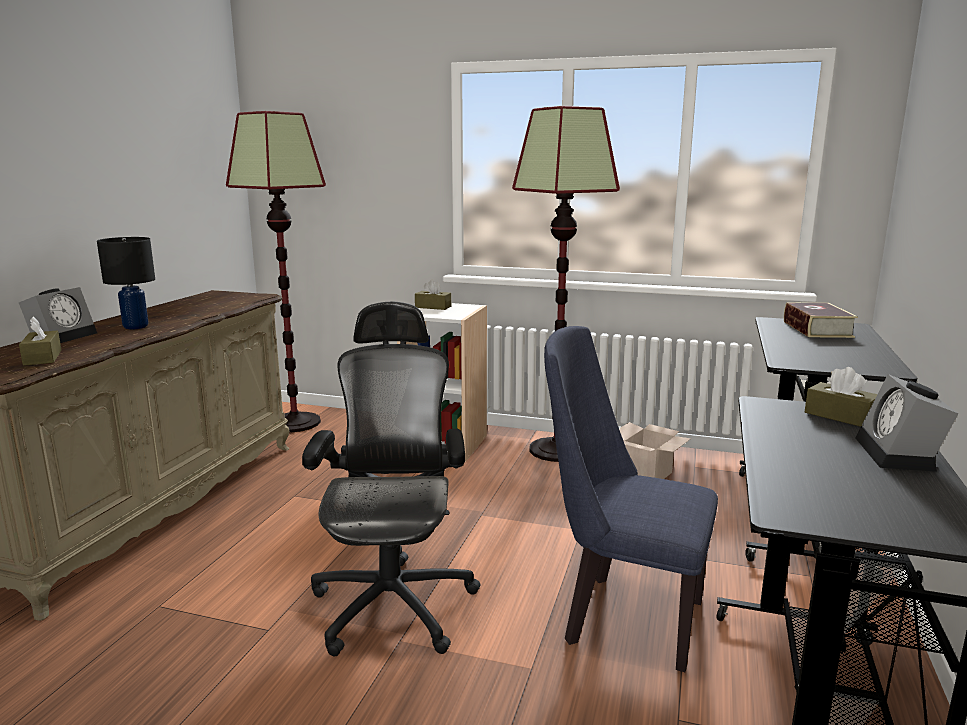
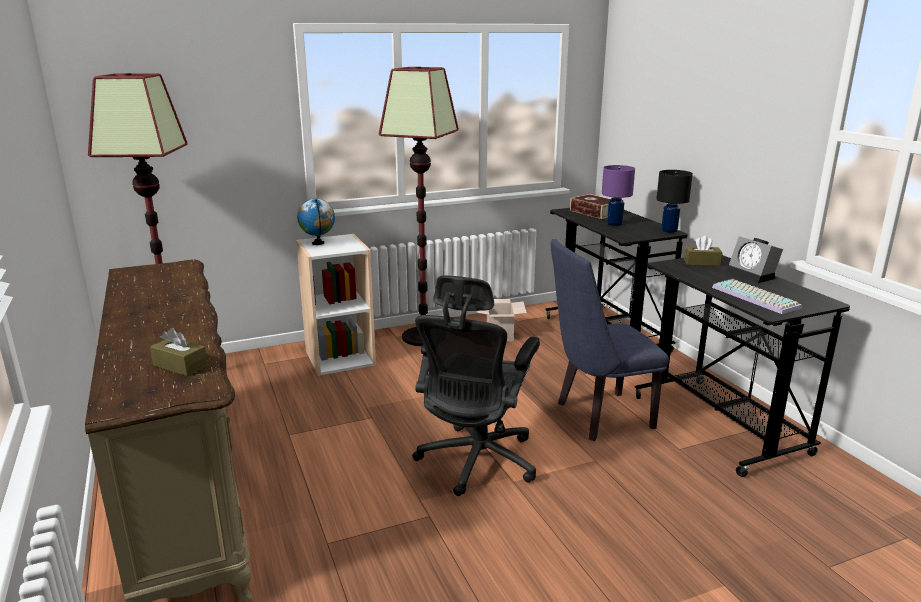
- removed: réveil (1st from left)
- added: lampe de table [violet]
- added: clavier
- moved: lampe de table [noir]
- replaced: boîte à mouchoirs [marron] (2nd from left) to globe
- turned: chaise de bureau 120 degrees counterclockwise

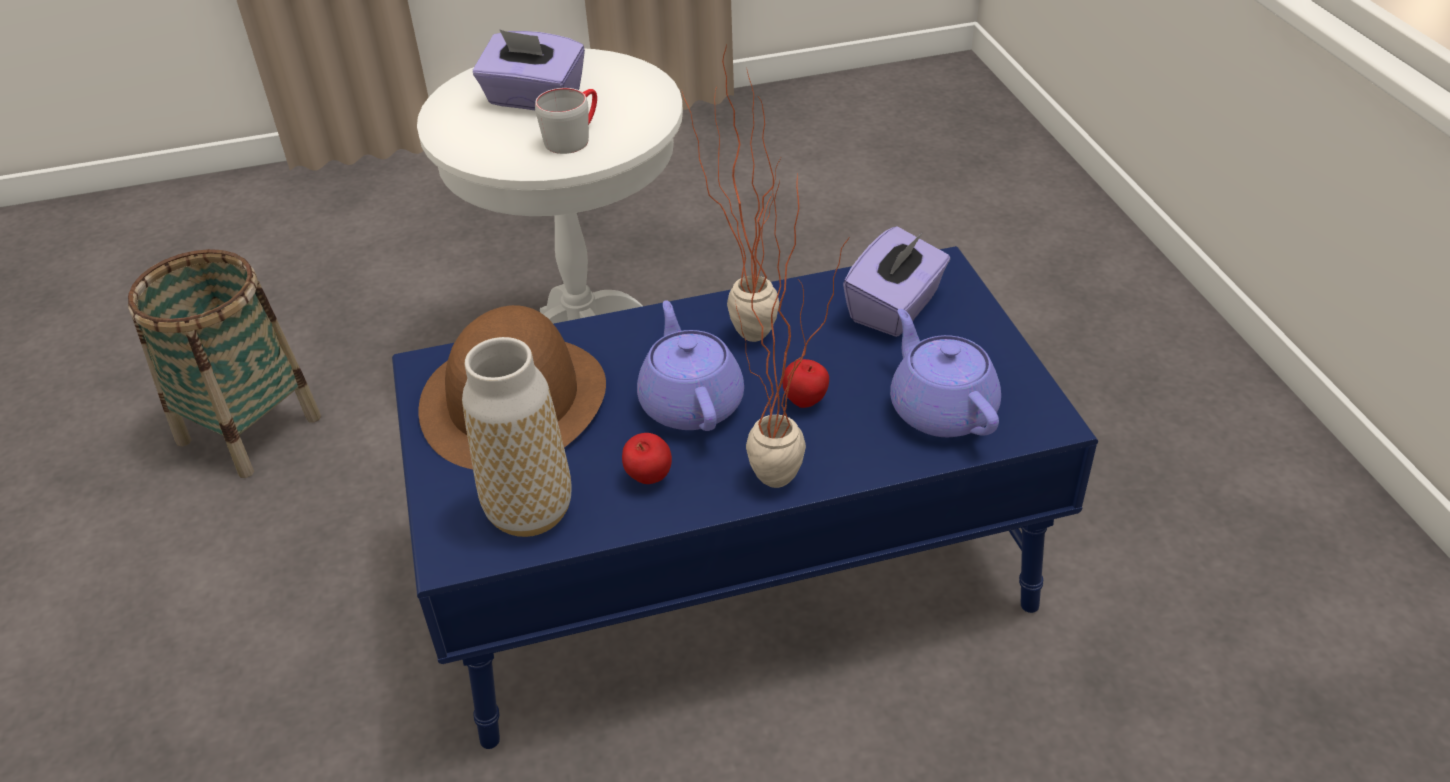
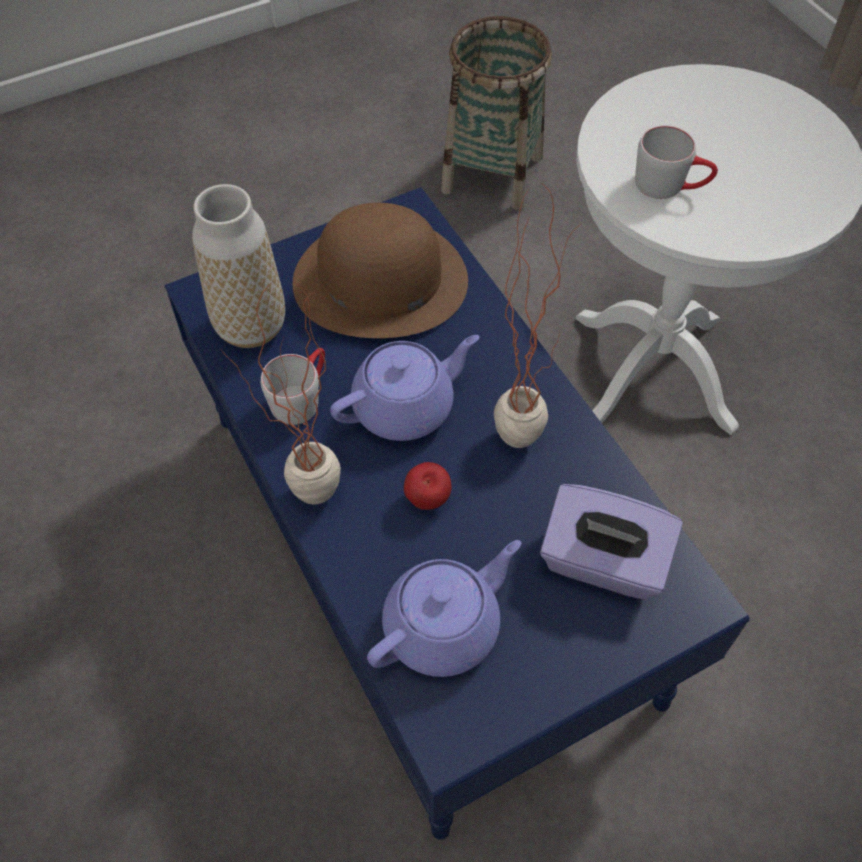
- removed: boîte à mouchoirs [violet] (1st from left)
- replaced: pomme (1st from left) to mug [gris] (1st from left)

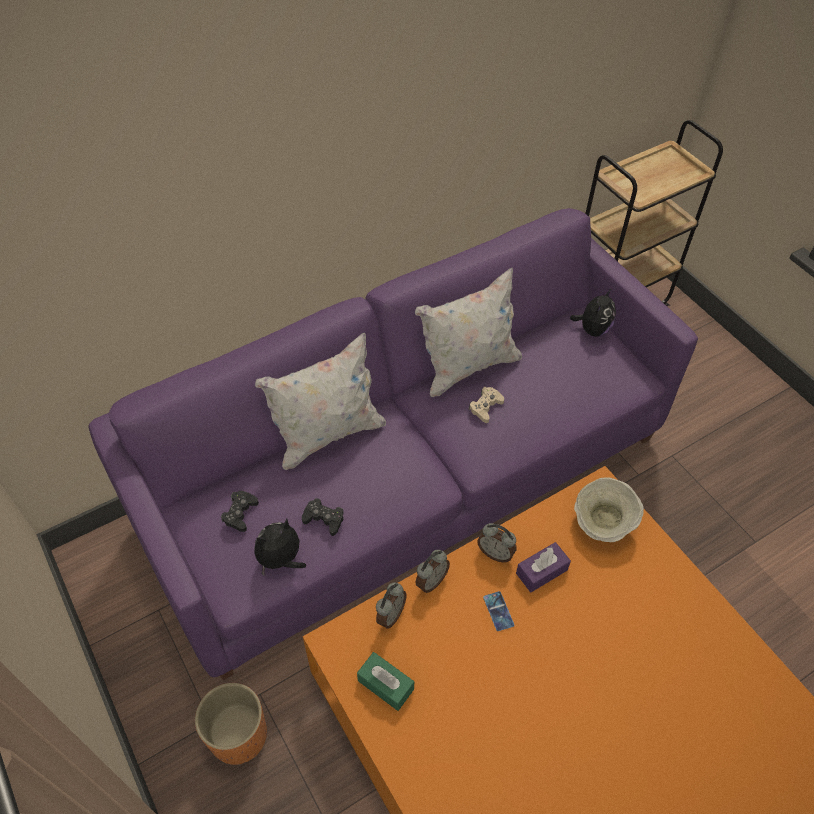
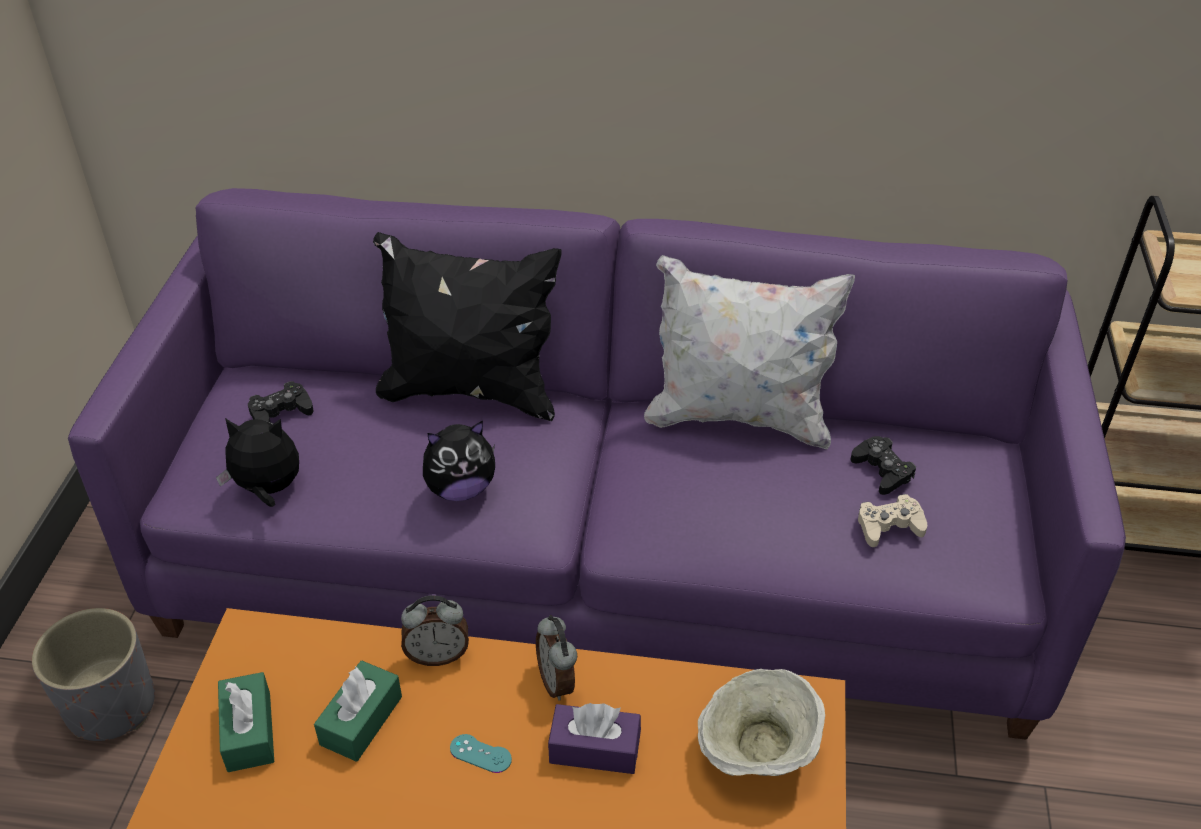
- removed: réveil (1st from left)
- added: boîte à mouchoirs [vert] (2nd from left)
- moved: manette [noir] (2nd from left)
- moved: manette [beige]
- moved: peluche (2nd from left)
- replaced: téléphone to manette [turquoise]
- recoloured: cache-pot [orange] to cache-pot [gris]
- recoloured: coussin [blanc] (1st from left) to coussin [noir]

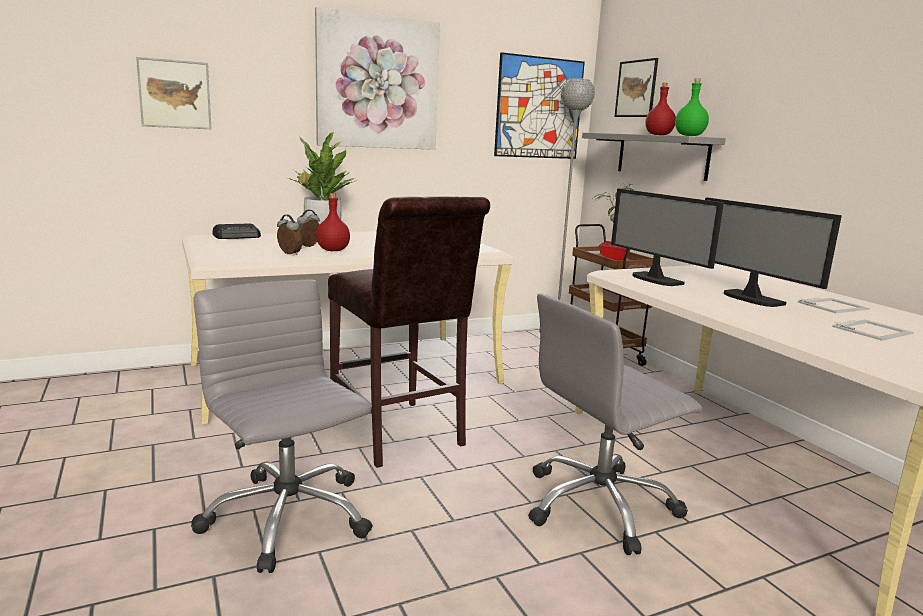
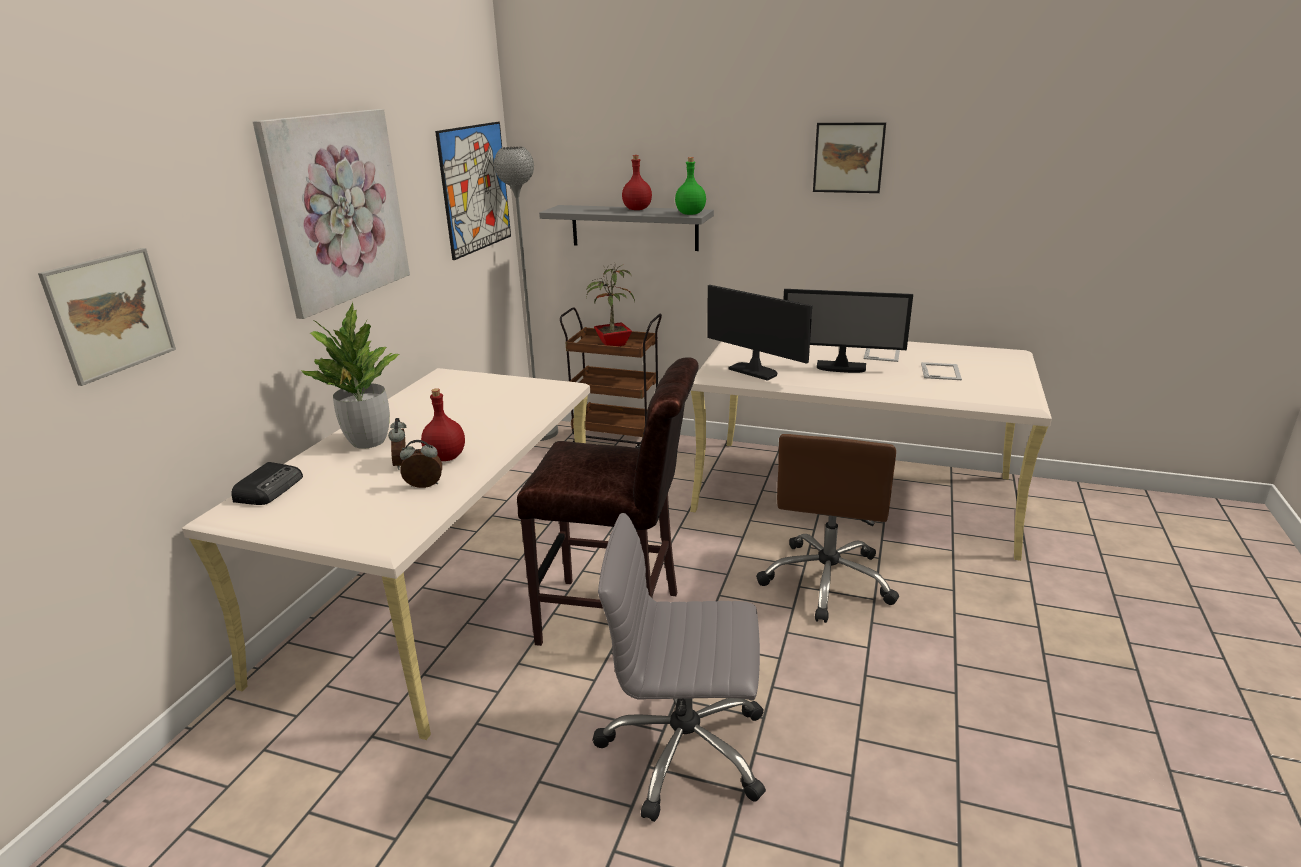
- moved: tableau (4th from left)
- recoloured: chaise de bureau [gris] (2nd from left) to chaise de bureau [marron]
- turned: écran d'ordinateur (1st from left) 150 degrees counterclockwise

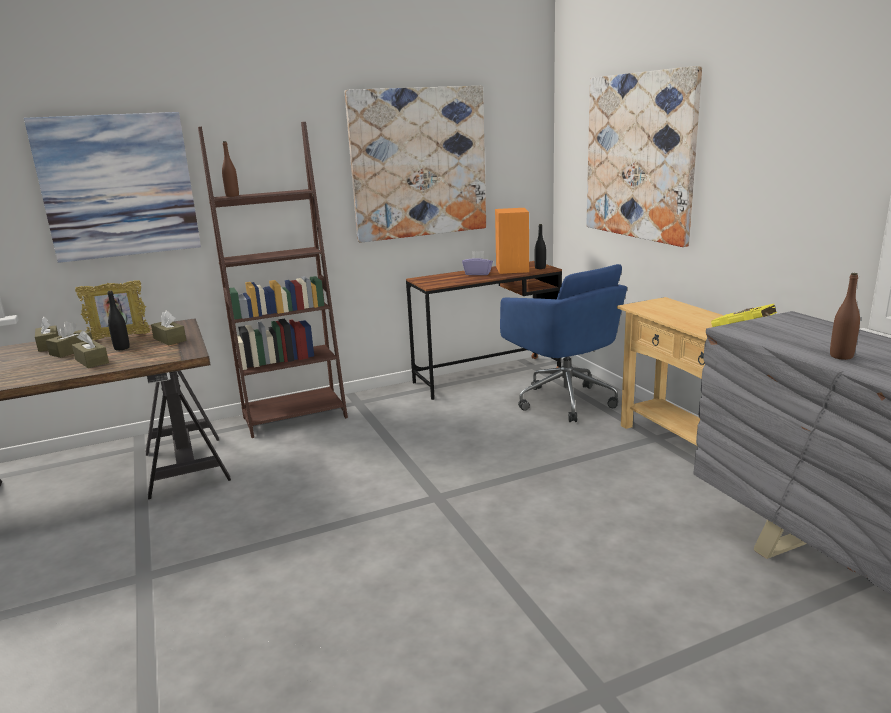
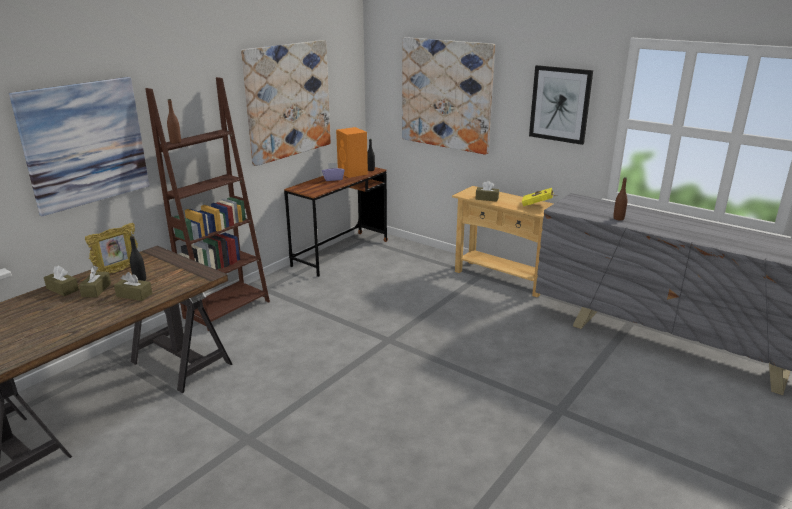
- removed: chaise de bureau [bleu]
- added: tableau (4th from left)
- moved: boîte à mouchoirs [marron] (4th from left)

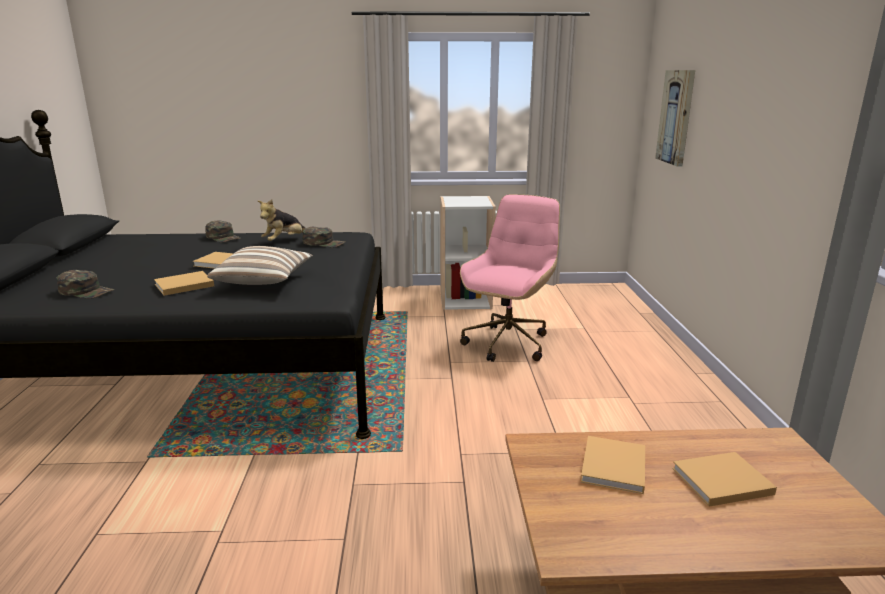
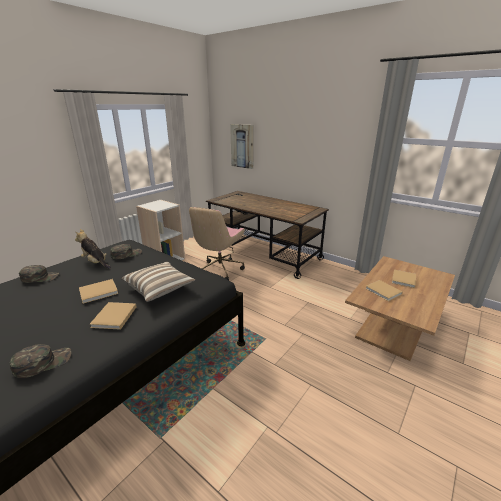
- added: bureau [marron]
- turned: peluche 135 degrees clockwise
- turned: chaise de bureau [rose] 135 degrees counterclockwise

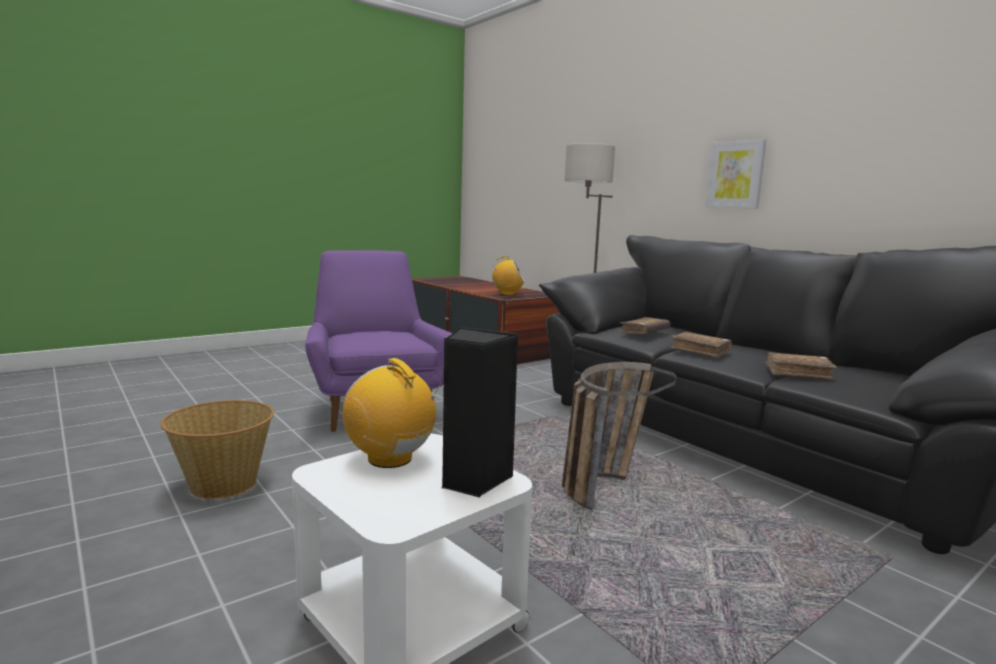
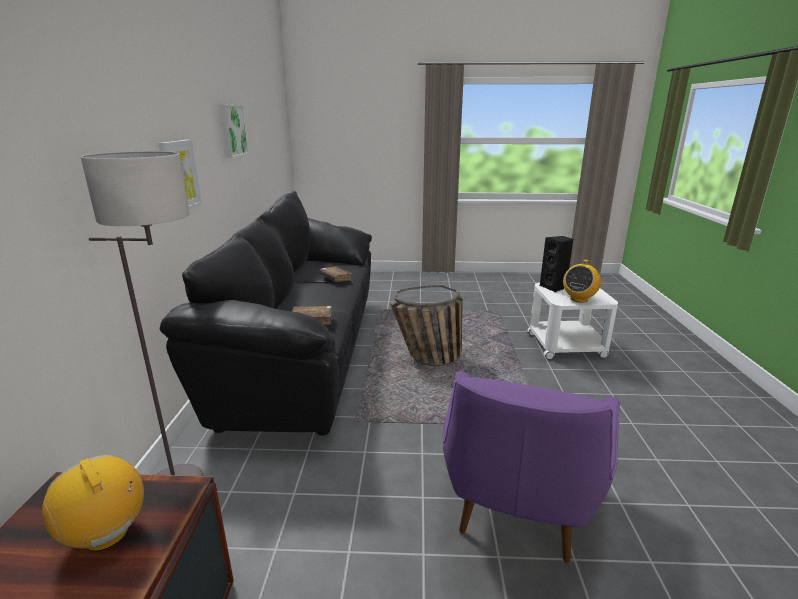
- removed: panier (1st from left)
- removed: livre [marron] (2nd from left)
- added: tableau (2nd from left)
- turned: radio (1st from left in the first image) 45 degrees clockwise

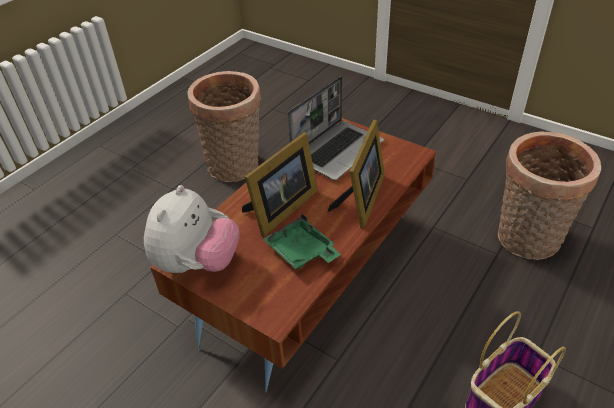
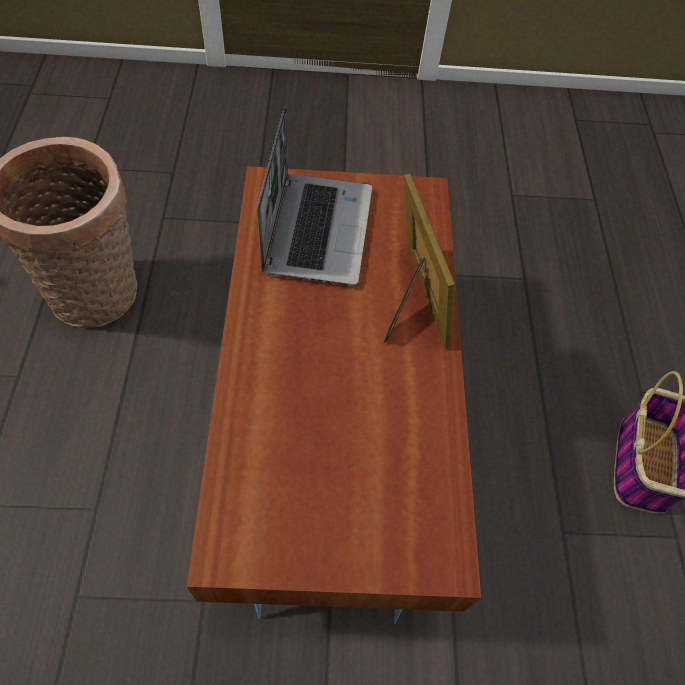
- removed: peluche
- removed: cadre photo (1st from left)
- removed: plateau [vert]
- removed: panier (3rd from left)

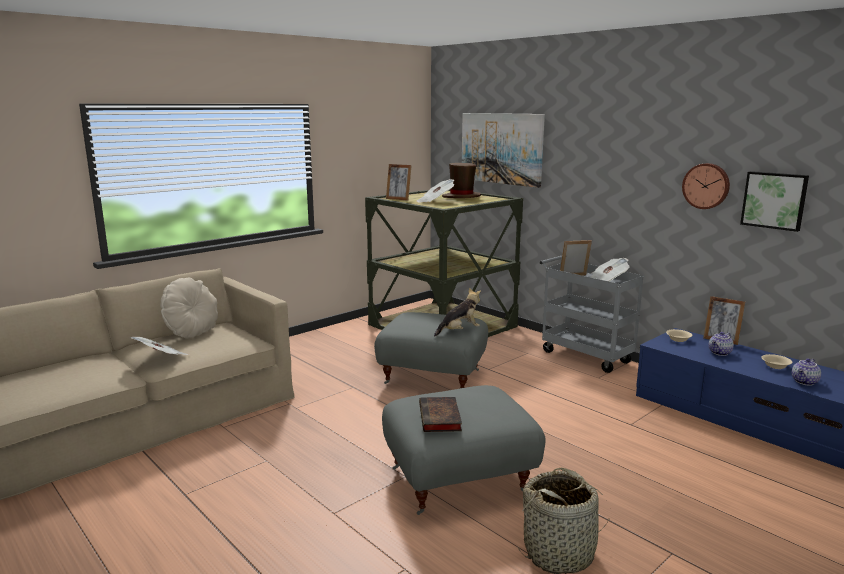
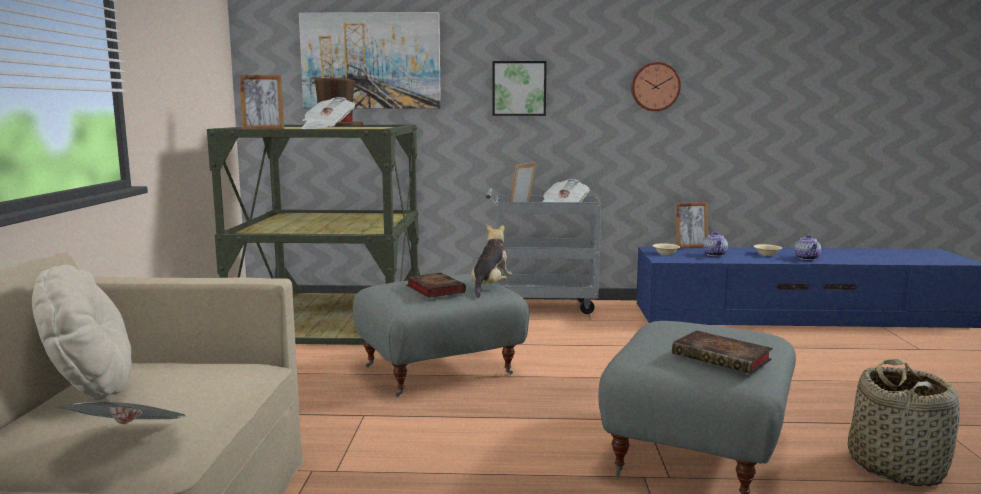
- added: livre (1st from left)
- moved: tableau (2nd from left)

